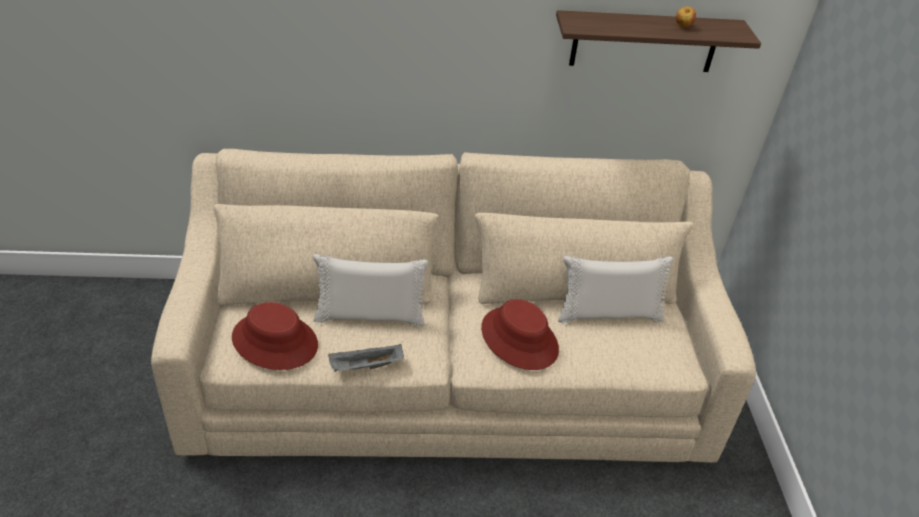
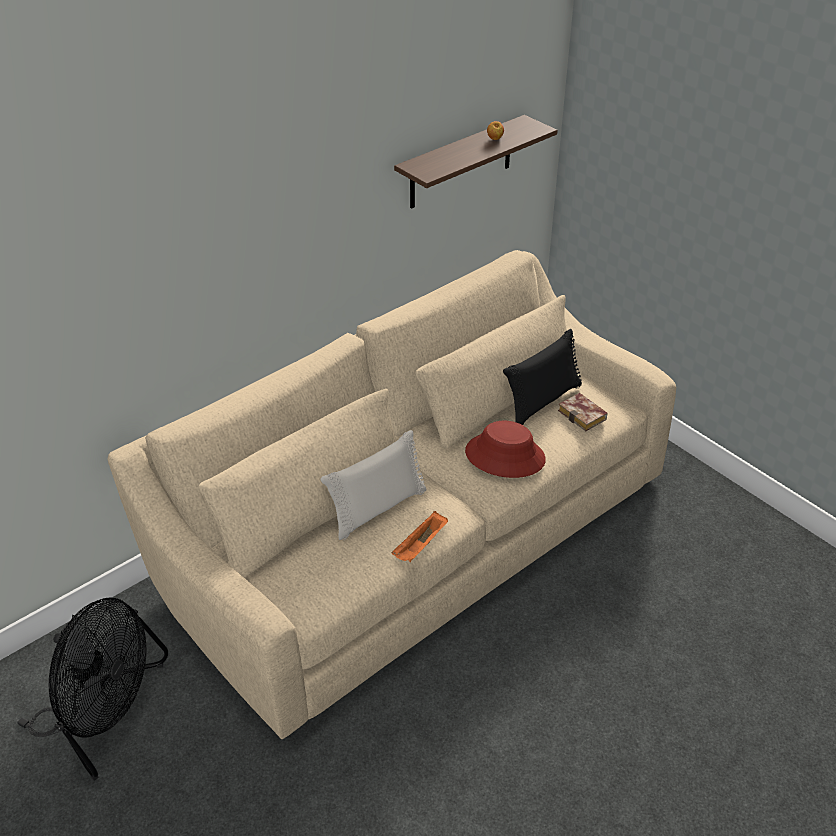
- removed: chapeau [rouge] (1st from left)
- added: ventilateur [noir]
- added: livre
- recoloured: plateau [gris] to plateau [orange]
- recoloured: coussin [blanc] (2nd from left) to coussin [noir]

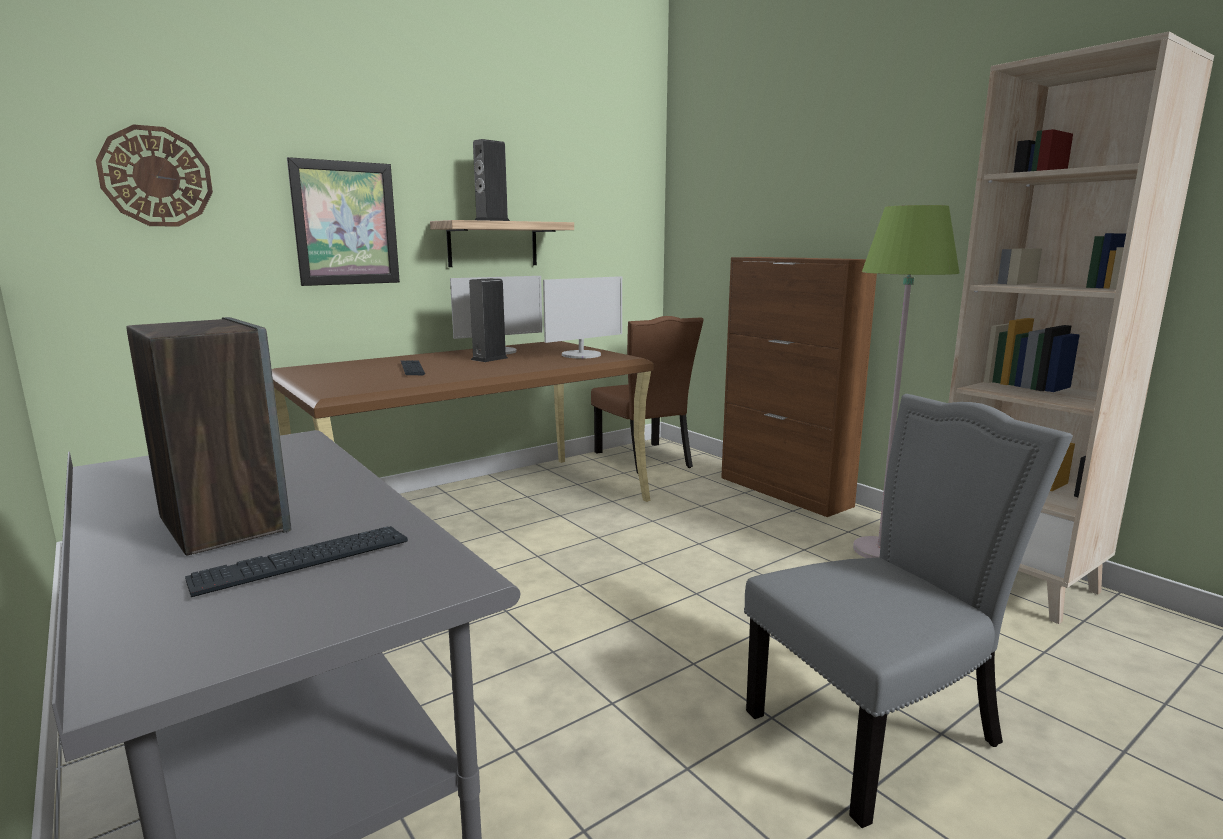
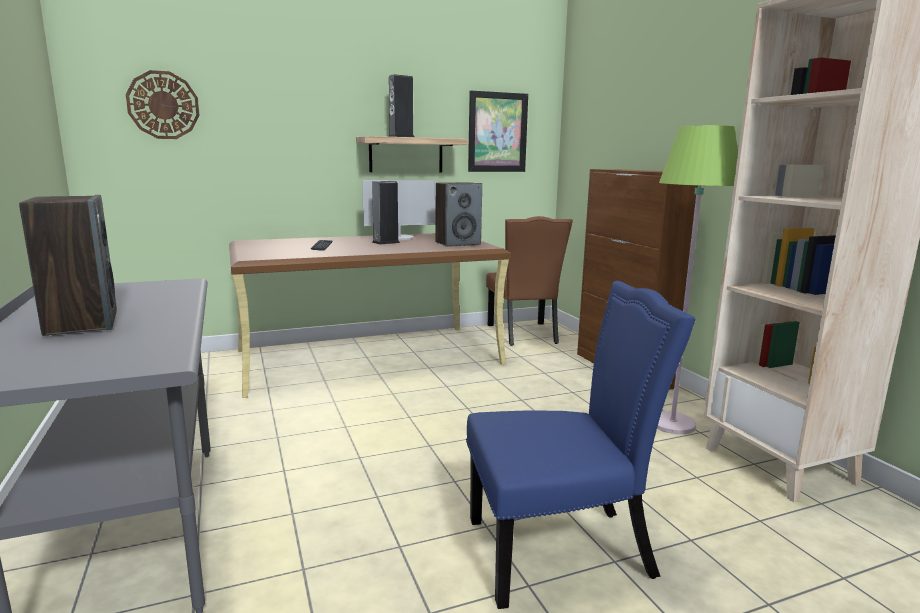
- removed: clavier (1st from left)
- moved: tableau
- replaced: écran d'ordinateur (2nd from left) to enceinte (4th from left)
- recoloured: chaise [gris] to chaise [bleu]

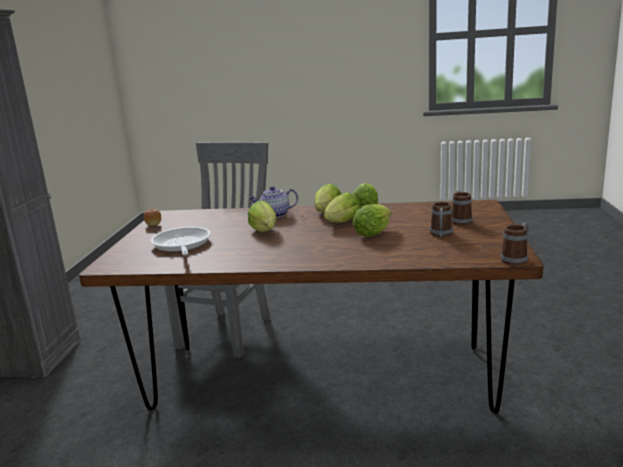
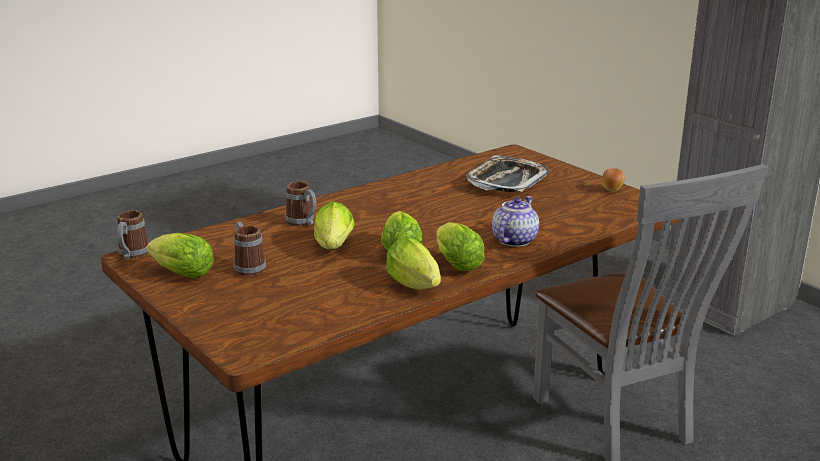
- moved: laitue (1st from left)
- moved: mug (2nd from left in the first image) to mug (3rd from left)
- replaced: poêle to plateau

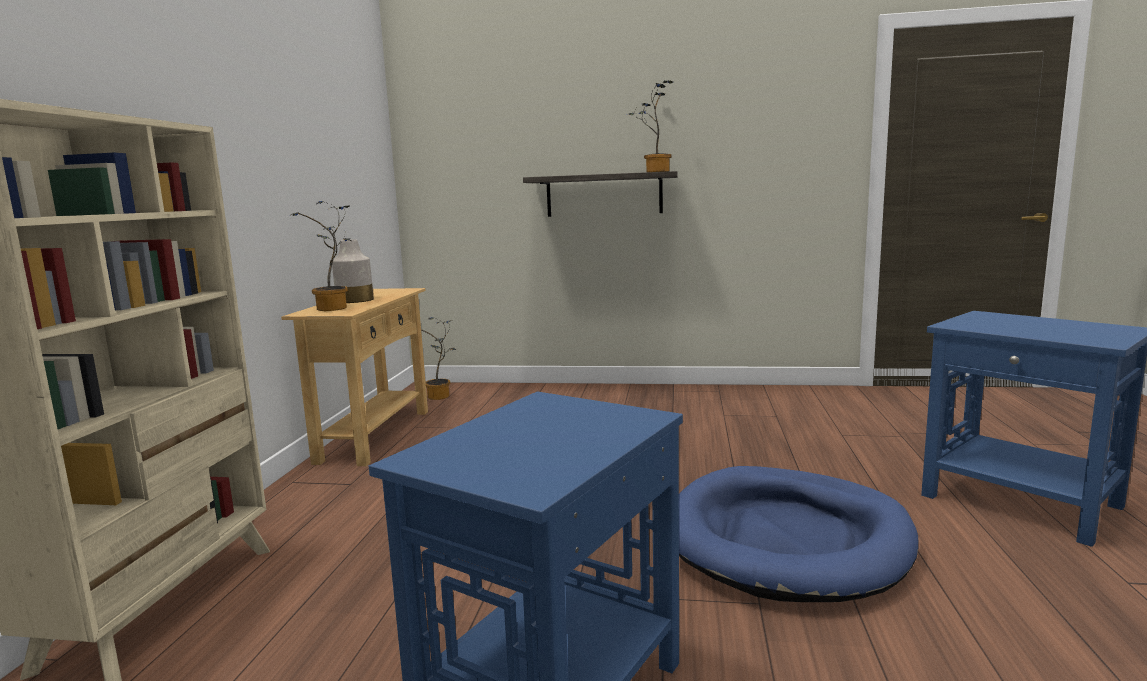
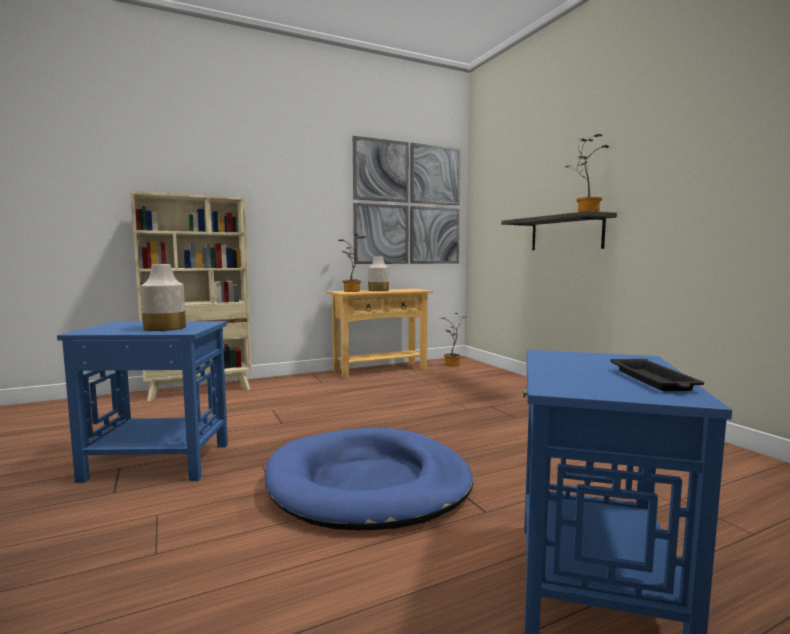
- added: vase [beige] (1st from left)
- added: tableau
- added: plateau [noir]

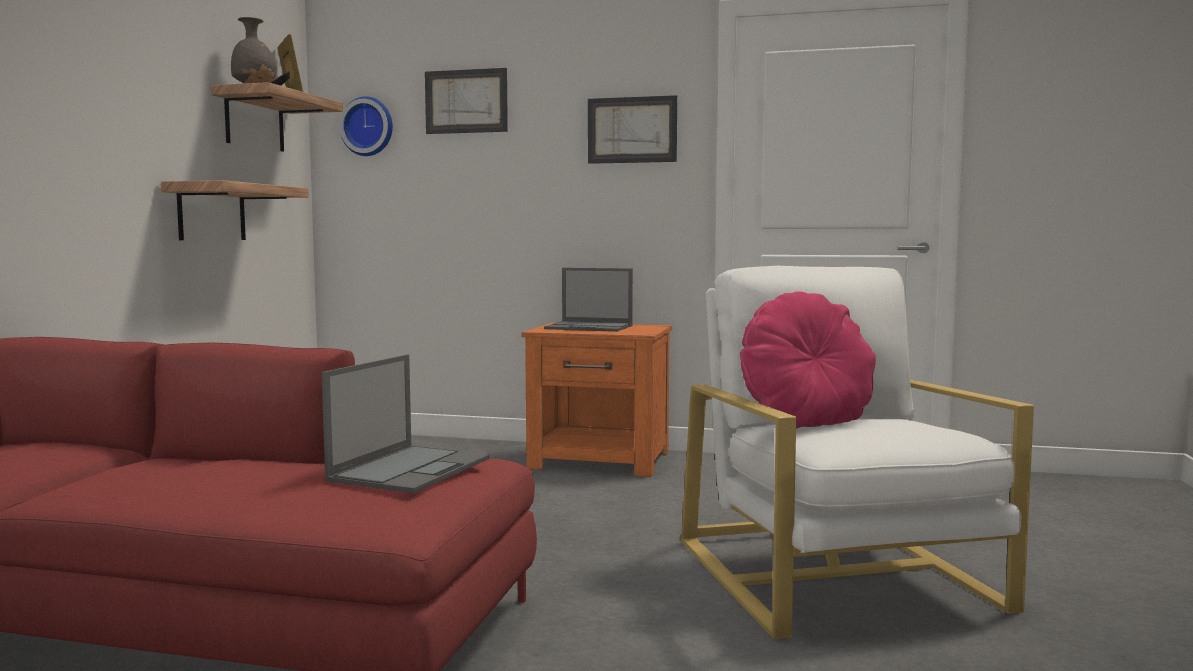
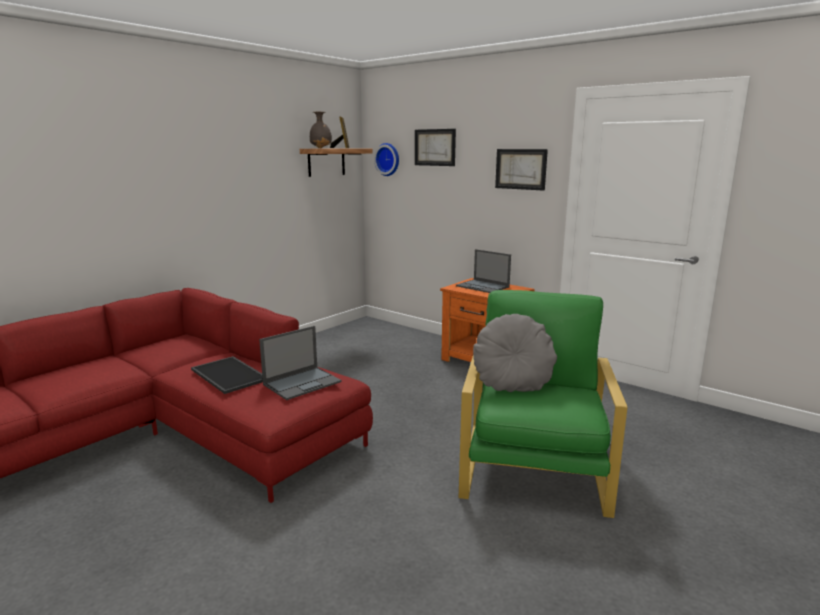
- removed: étagère (1st from left)
- added: plateau
- recoloured: fauteuil [blanc] to fauteuil [vert]
- recoloured: coussin [rose] to coussin [gris]

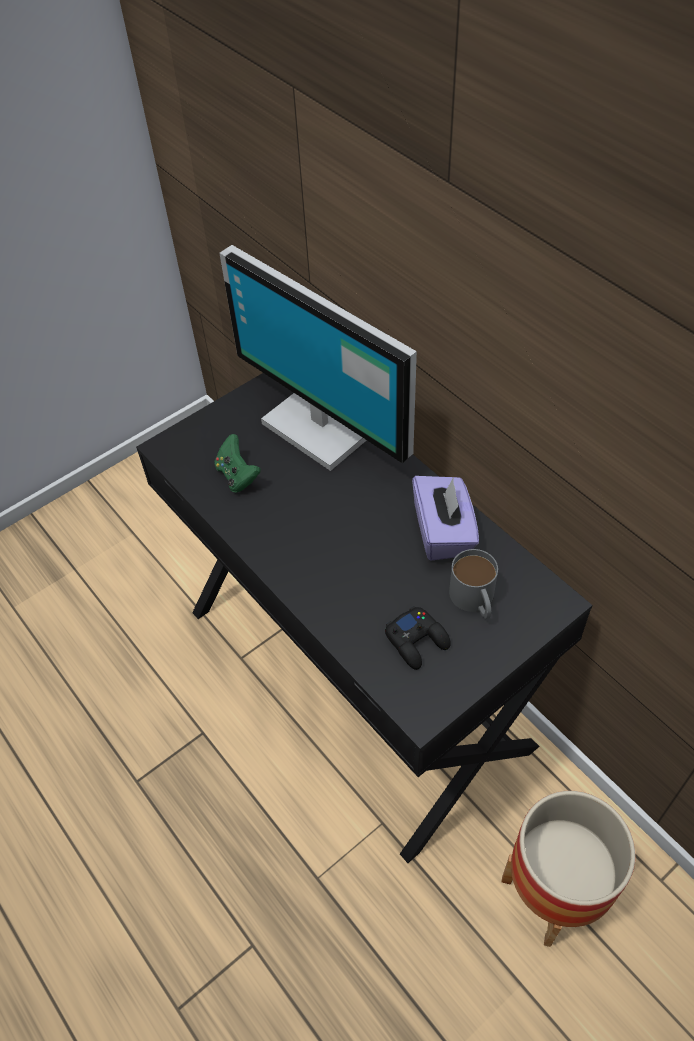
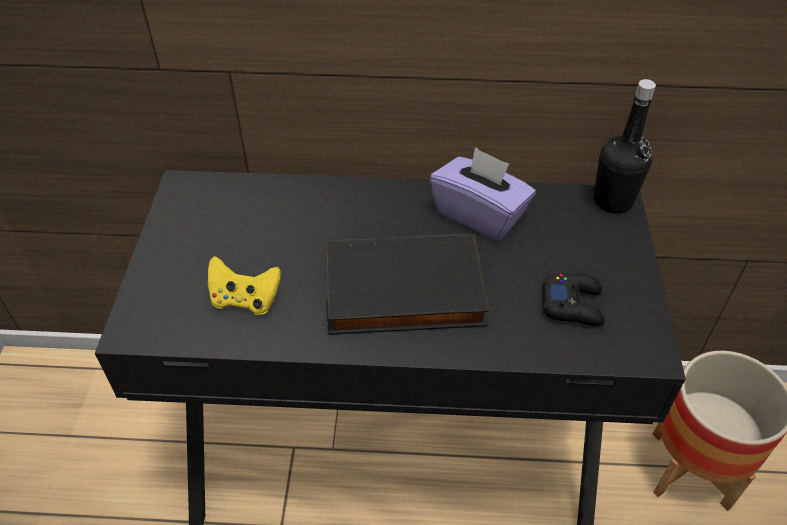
- removed: écran d'ordinateur
- removed: mug [gris]
- added: livre [noir]
- added: bouteille [noir]
- recoloured: manette [vert] to manette [jaune]

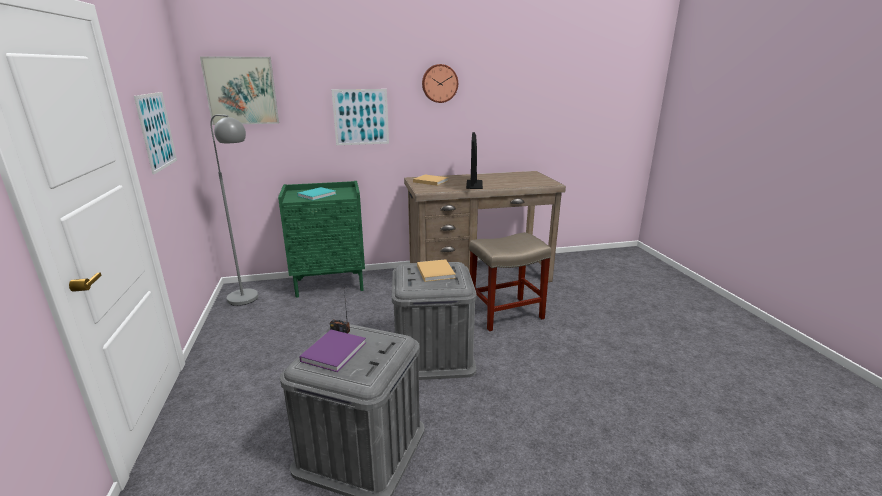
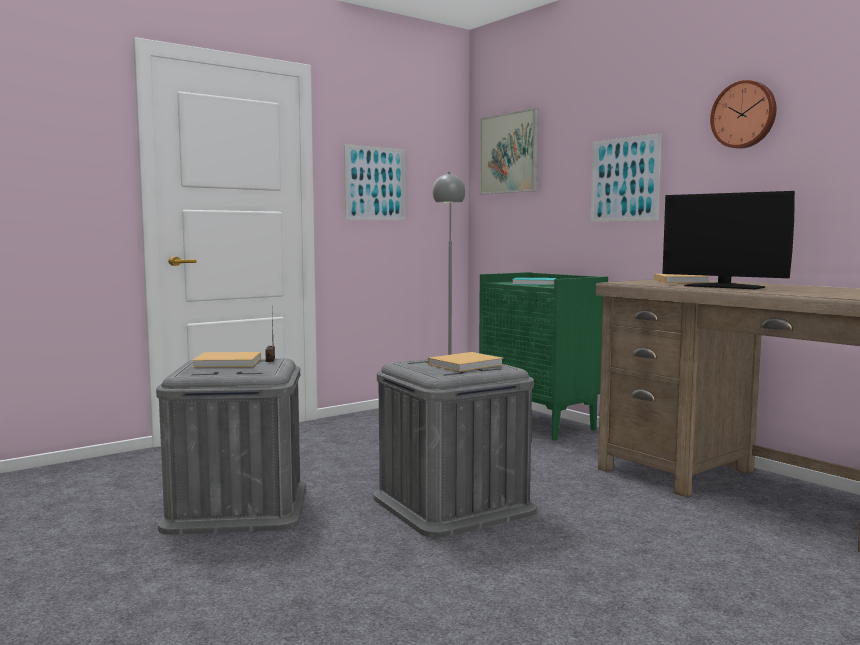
- removed: tabouret [beige]
- recoloured: livre [violet] to livre [beige] (1st from left)
- turned: écran d'ordinateur 120 degrees counterclockwise

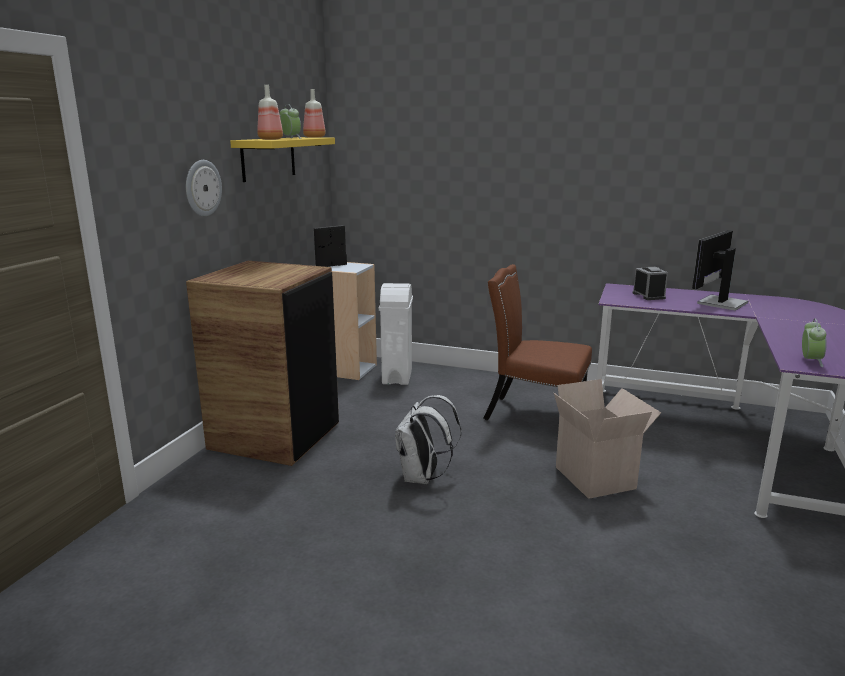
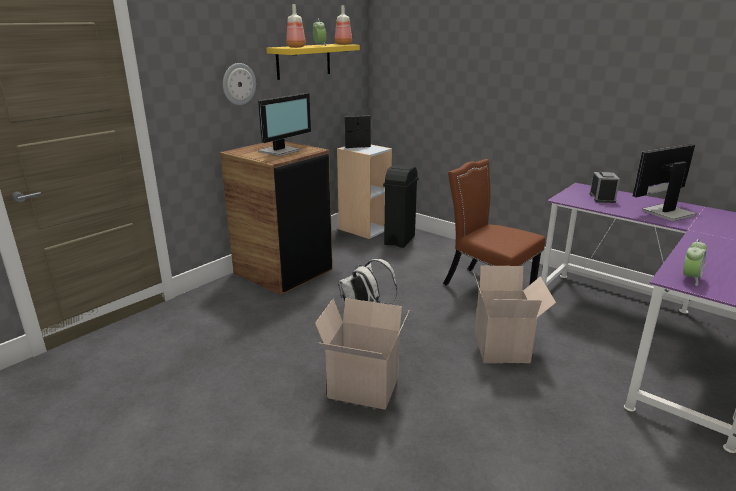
- added: écran d'ordinateur (1st from left)
- added: carton (1st from left)
- recoloured: poubelle [blanc] to poubelle [noir]

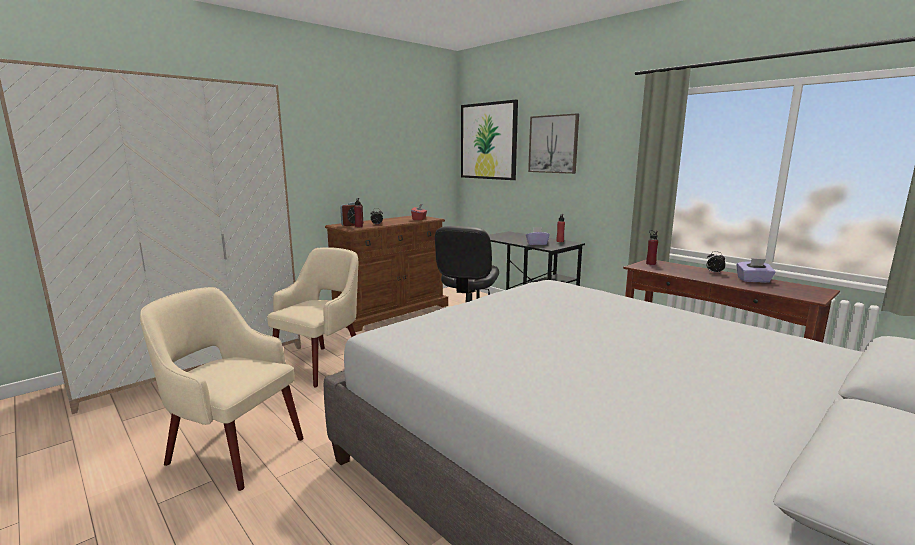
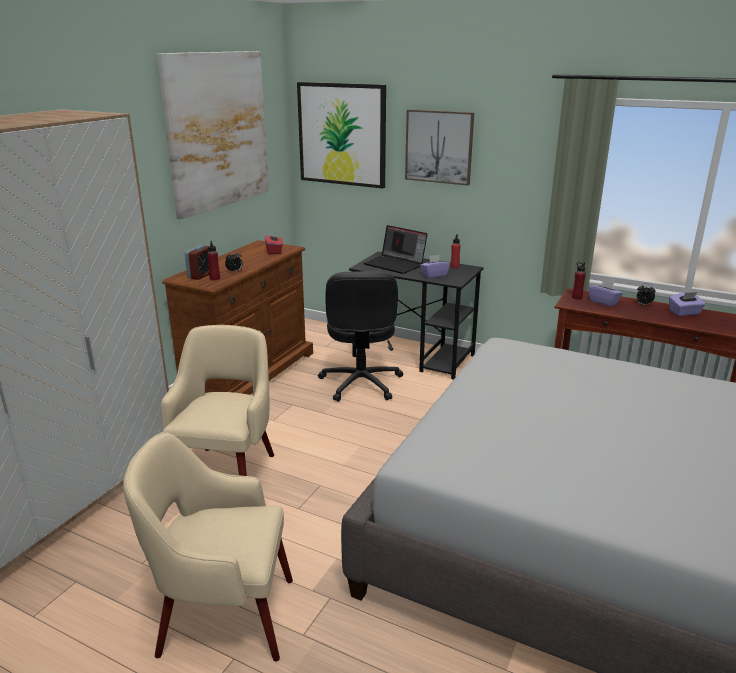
- added: tableau (1st from left)
- added: ordinateur portable
- added: boîte à mouchoirs [violet] (2nd from left)

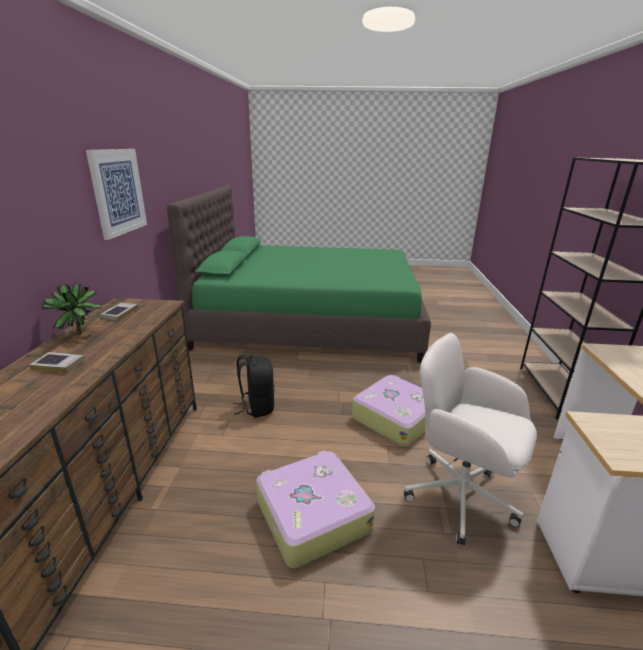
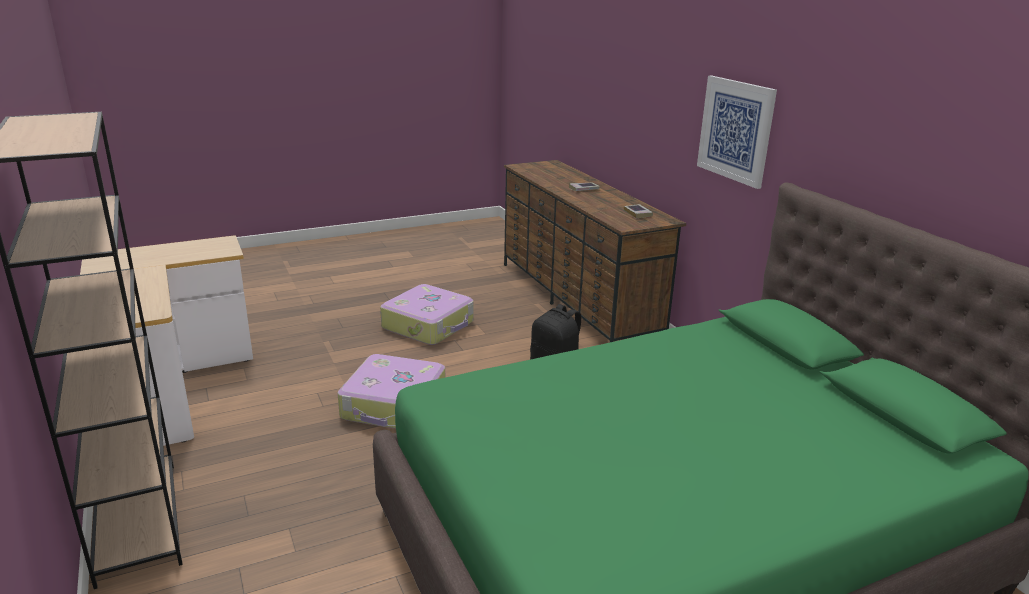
- removed: plante en pot
- removed: chaise de bureau [blanc]

